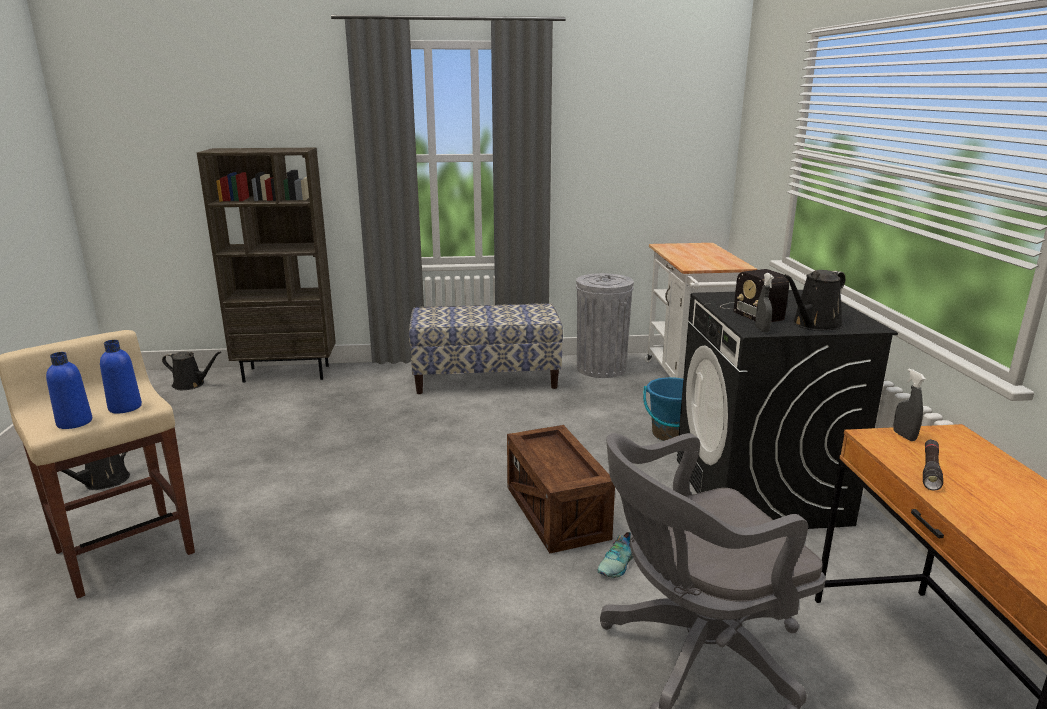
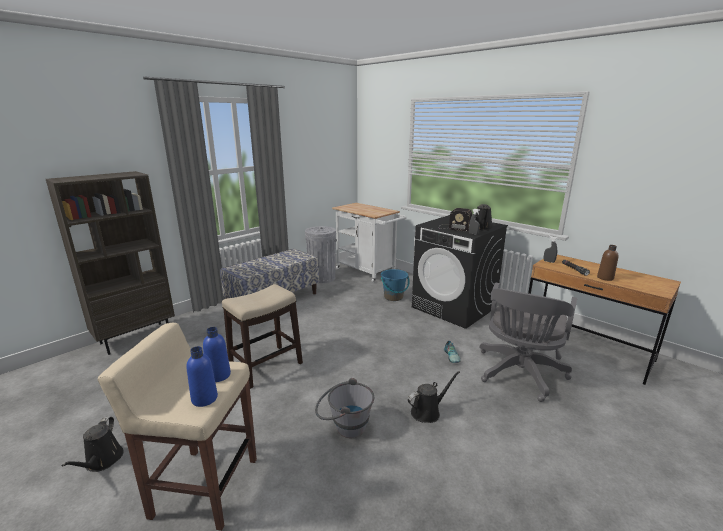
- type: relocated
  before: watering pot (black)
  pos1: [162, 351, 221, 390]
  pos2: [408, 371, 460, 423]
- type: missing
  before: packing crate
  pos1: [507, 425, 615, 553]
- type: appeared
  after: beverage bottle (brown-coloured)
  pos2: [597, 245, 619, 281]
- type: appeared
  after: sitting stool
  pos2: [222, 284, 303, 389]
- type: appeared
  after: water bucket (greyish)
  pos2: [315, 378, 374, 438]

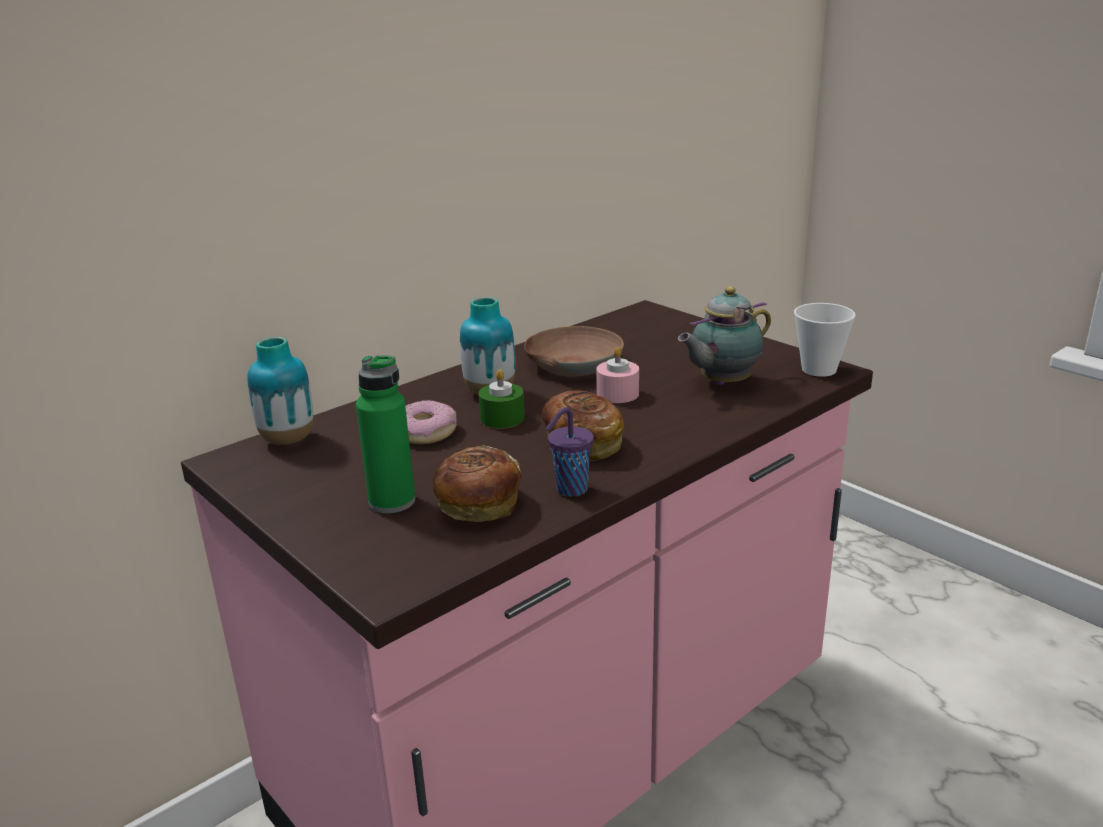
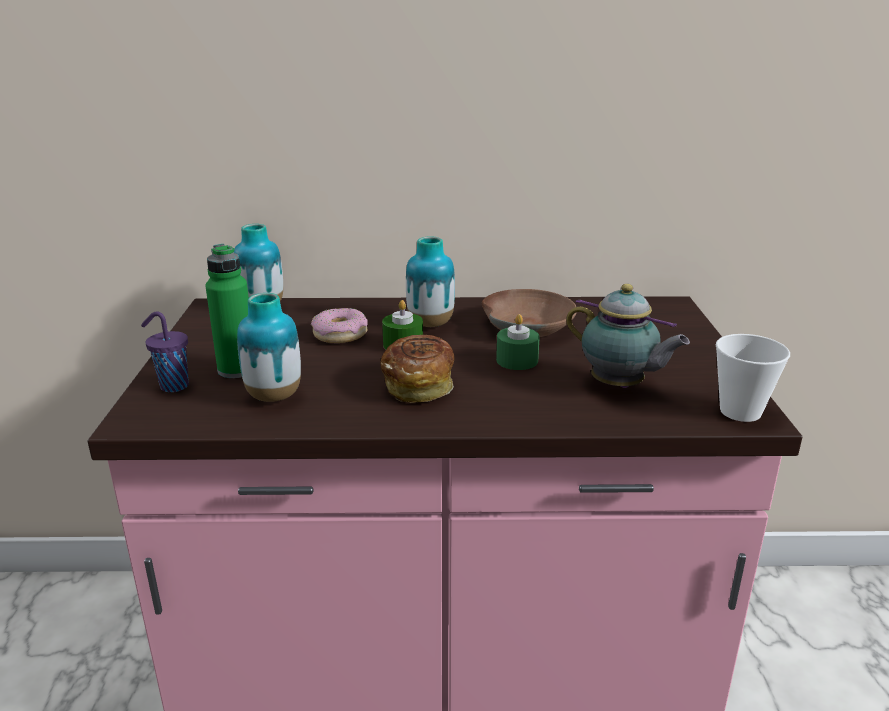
- type: spun
  before: teapot
  pos1: [678, 286, 771, 385]
  pos2: [566, 284, 690, 388]
  turn: -150
- type: colour
  before: wax light (pink-coloured)
  after: wax light (greenish)
  pos1: [596, 347, 639, 403]
  pos2: [496, 314, 540, 370]
- type: relocated
  before: drinking cup (purple)
  pos1: [546, 407, 594, 497]
  pos2: [141, 311, 189, 392]
- type: exchanged
  before: bread
  after: vase
  pos1: [433, 445, 521, 522]
  pos2: [237, 293, 301, 402]

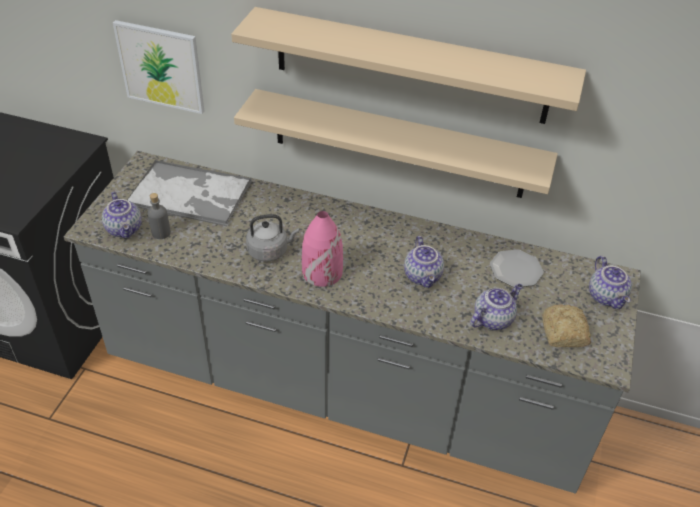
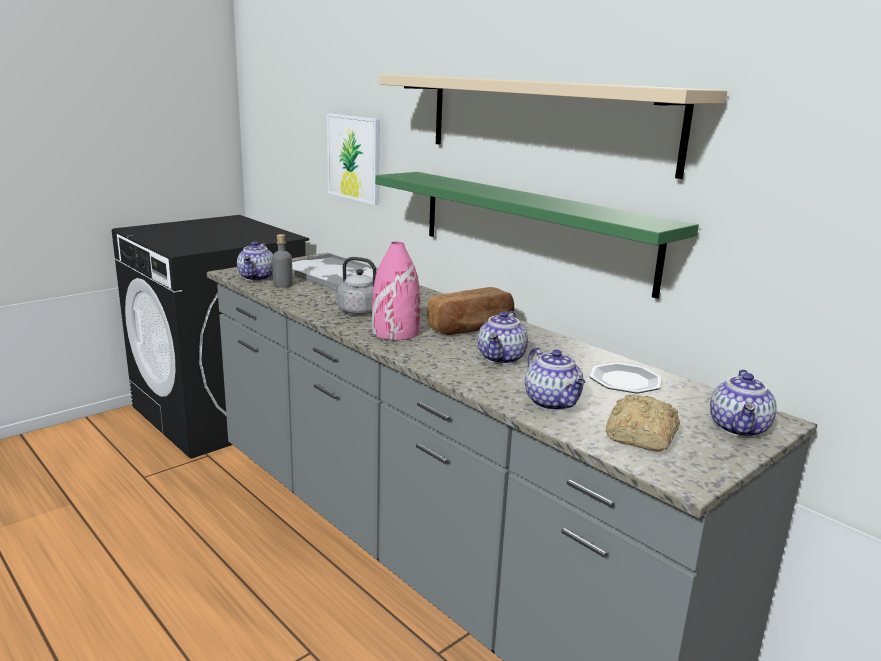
- type: colour
  before: bracket shelf (beige-coloured)
  after: bracket shelf (greenish)
  pos1: [234, 89, 558, 198]
  pos2: [375, 172, 699, 299]
- type: spun
  before: teapot
  pos1: [470, 284, 523, 330]
  pos2: [525, 347, 586, 410]
  turn: 75
- type: appeared
  after: bread
  pos2: [427, 287, 514, 335]

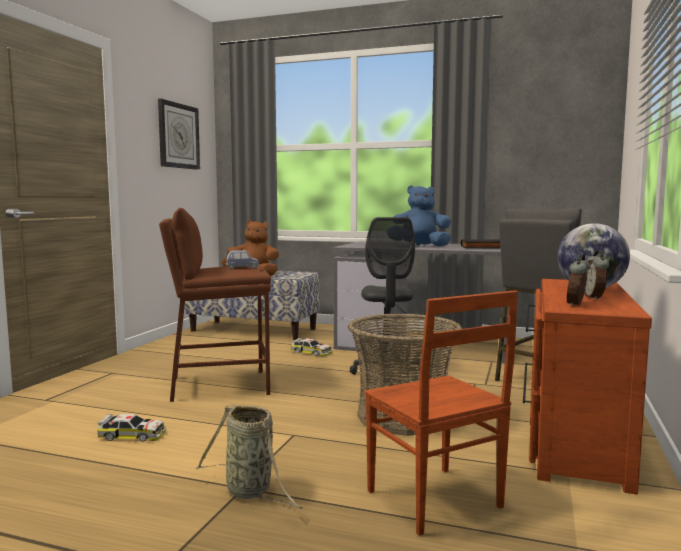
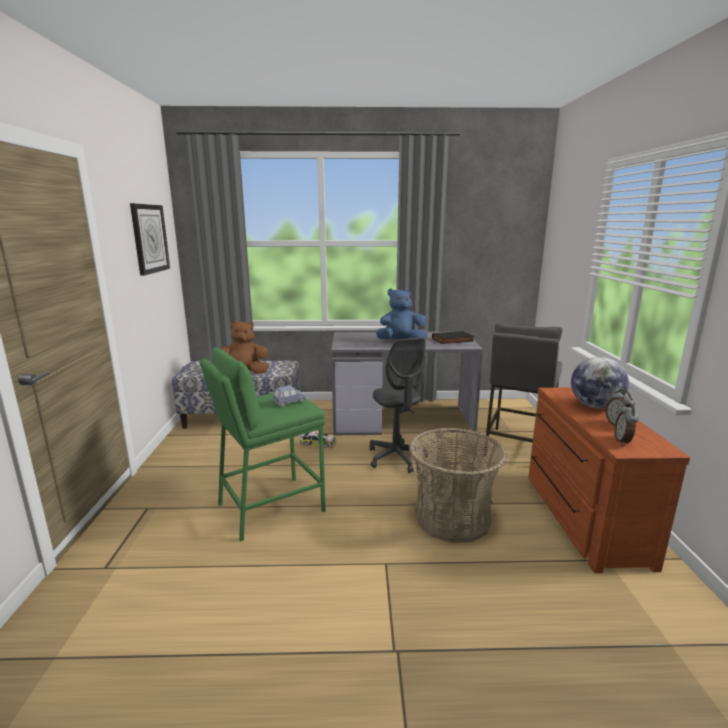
- type: colour
  before: sitting stool (brown-coloured)
  after: sitting stool (greenish)
  pos1: [159, 208, 271, 402]
  pos2: [200, 348, 326, 542]
- type: missing
  before: plain chair (brown-coloured)
  pos1: [364, 291, 518, 536]
- type: missing
  before: household basket
  pos1: [196, 404, 302, 509]
- type: missing
  before: toy car
  pos1: [97, 414, 166, 442]

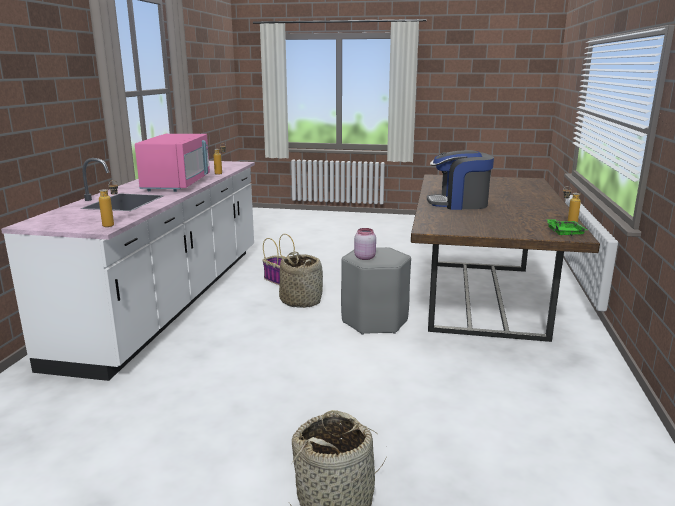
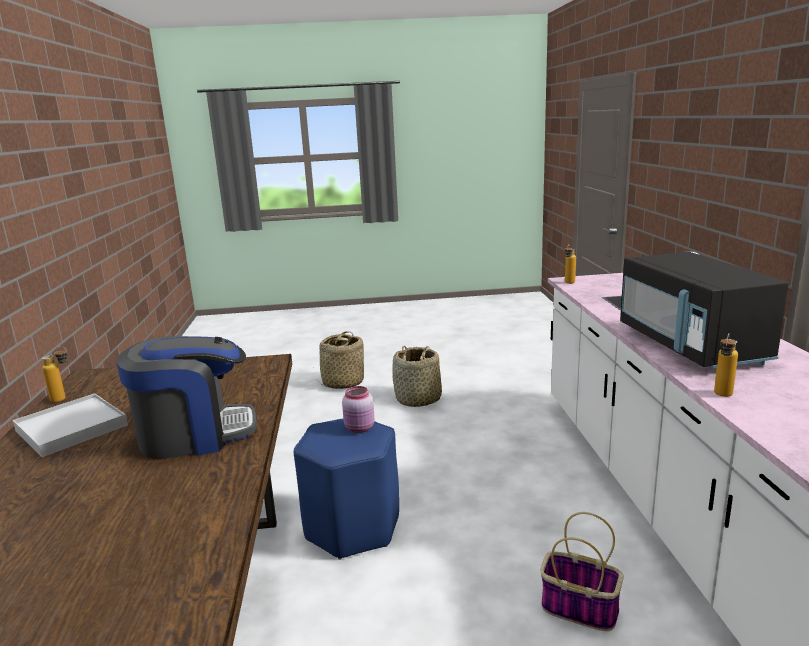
- type: colour
  before: microwave (pink-coloured)
  after: microwave (black)
  pos1: [135, 134, 210, 192]
  pos2: [620, 252, 789, 370]
- type: missing
  before: carrying tray (greenish)
  pos1: [546, 219, 587, 236]
- type: colour
  before: sitting stool (greyish)
  after: sitting stool (blue)
  pos1: [341, 247, 411, 335]
  pos2: [294, 418, 399, 560]
- type: relocated
  before: household basket
  pos1: [279, 251, 323, 308]
  pos2: [392, 346, 442, 407]
- type: appeared
  after: carrying tray (white-coloured)
  pos2: [13, 393, 128, 457]

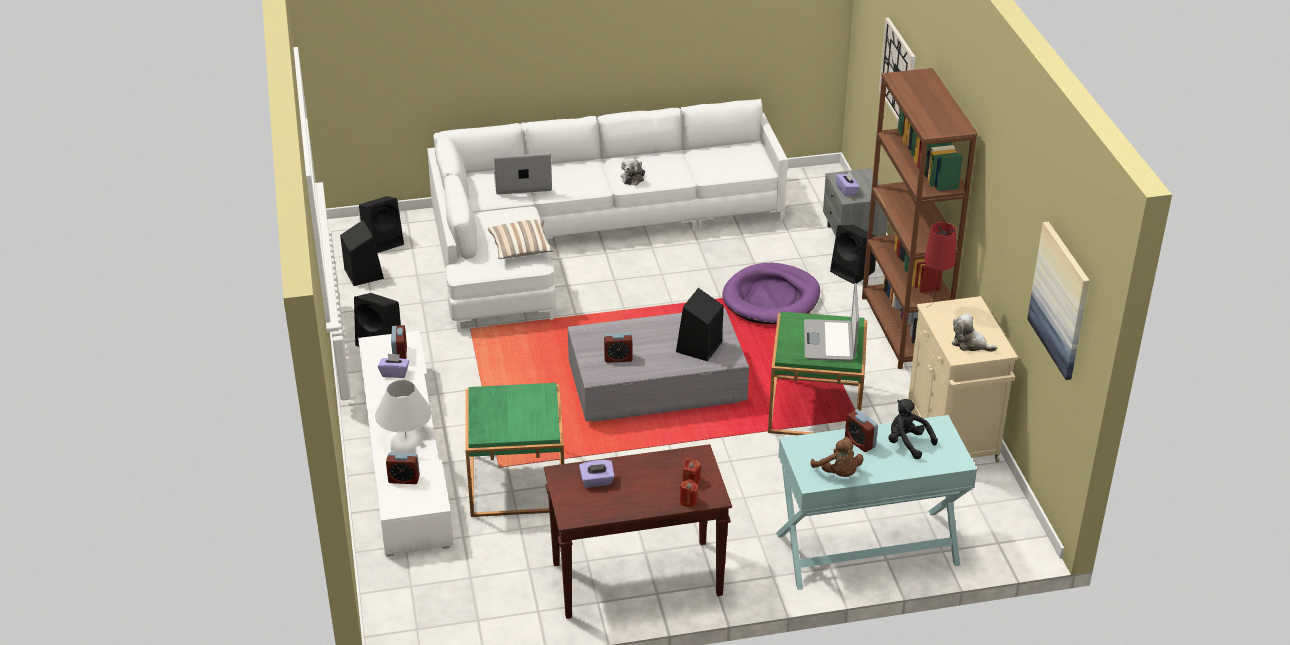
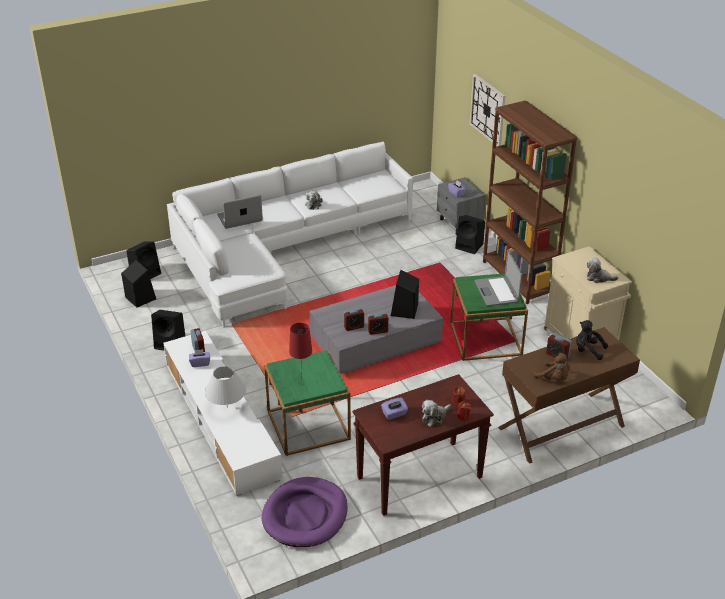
- type: missing
  before: throw pillow
  pos1: [488, 220, 555, 259]
- type: relocated
  before: table lamp (red)
  pos1: [924, 222, 956, 307]
  pos2: [289, 323, 312, 385]
- type: missing
  before: wall picture
  pos1: [1027, 222, 1090, 380]
- type: relocated
  before: dog cushion (purple)
  pos1: [722, 263, 820, 324]
  pos2: [262, 477, 347, 547]
- type: colour
  before: console table (turquoise)
  after: console table (brown-coloured)
  pos1: [776, 415, 977, 590]
  pos2: [498, 327, 640, 464]
- type: relocated
  before: table clock
  pos1: [386, 452, 420, 484]
  pos2: [368, 312, 388, 335]
- type: appeared
  after: cuddly toy
  pos2: [422, 400, 451, 427]

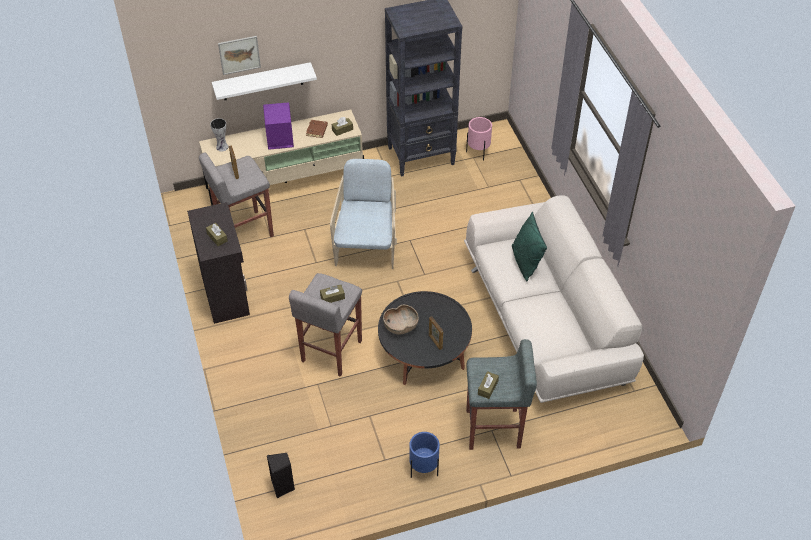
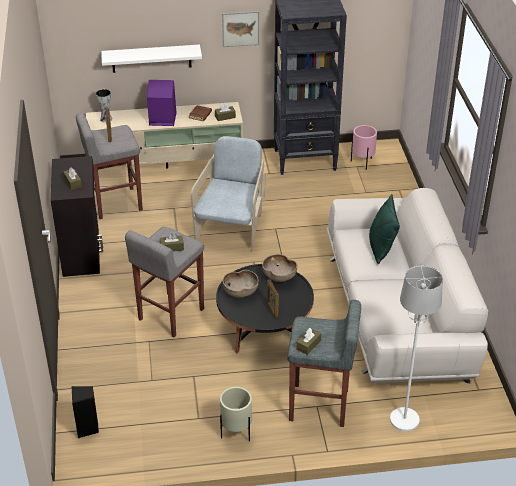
- type: relocated
  before: wall picture
  pos1: [218, 36, 261, 75]
  pos2: [222, 11, 259, 47]
- type: colour
  before: planter (blue)
  after: planter (beige-coloured)
  pos1: [409, 432, 440, 478]
  pos2: [220, 387, 252, 441]
- type: appeared
  after: deep dish (brown-coloured)
  pos2: [262, 254, 297, 282]
- type: appeared
  after: standing lamp (white-coloured)
  pos2: [390, 265, 443, 432]

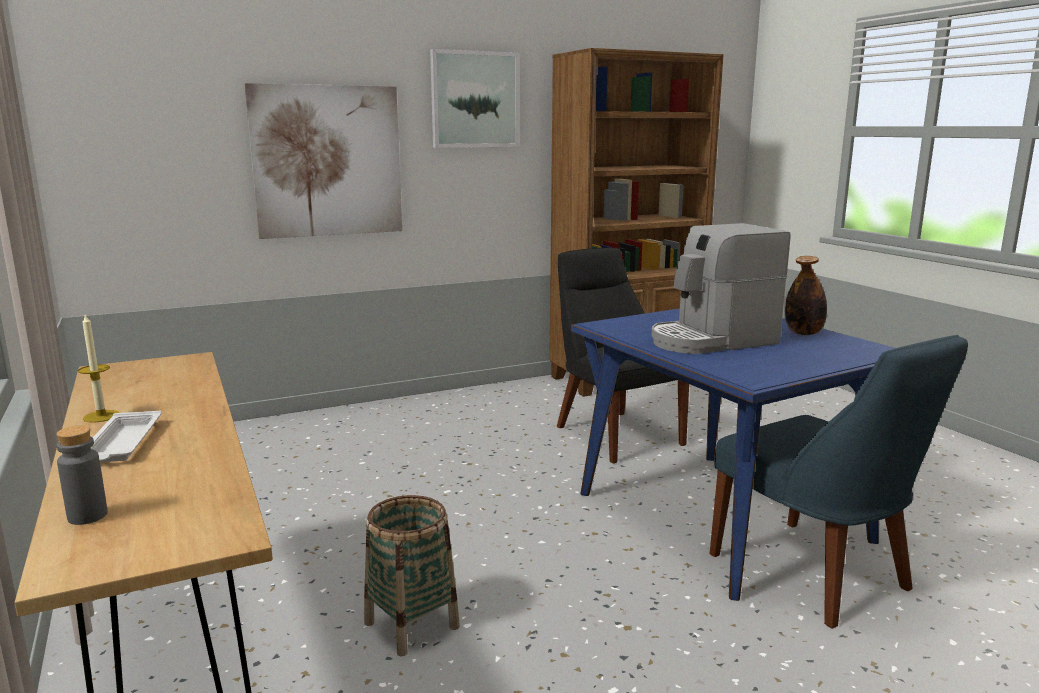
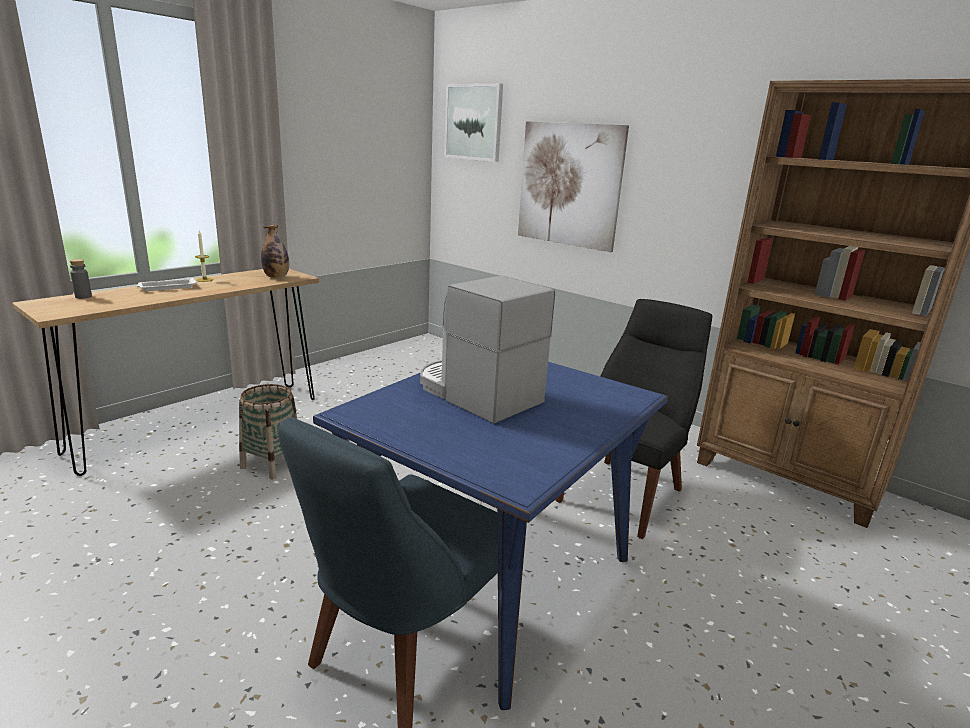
- type: relocated
  before: wall picture
  pos1: [430, 49, 519, 148]
  pos2: [444, 83, 503, 162]
- type: relocated
  before: beverage bottle
  pos1: [785, 256, 827, 335]
  pos2: [261, 225, 289, 278]

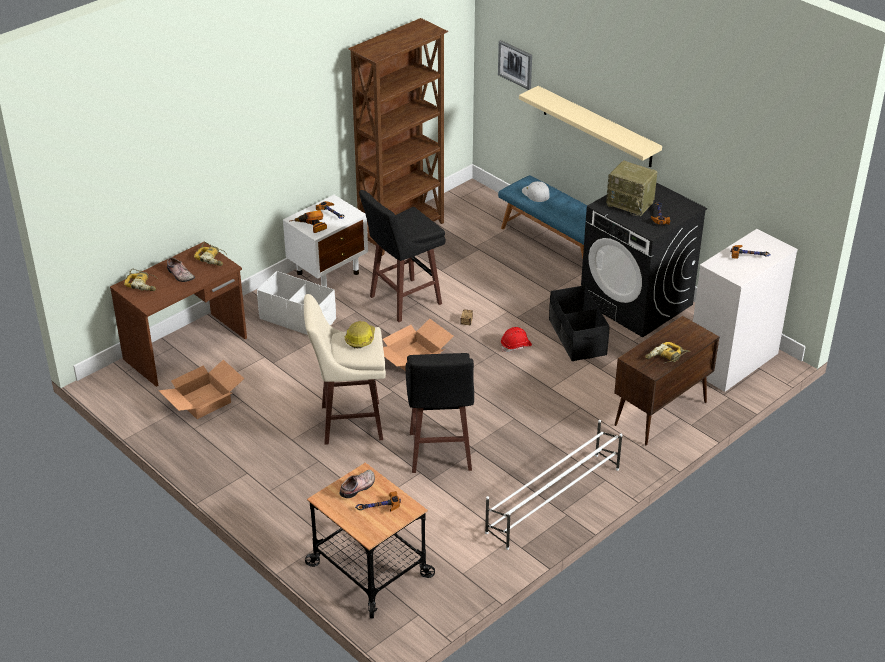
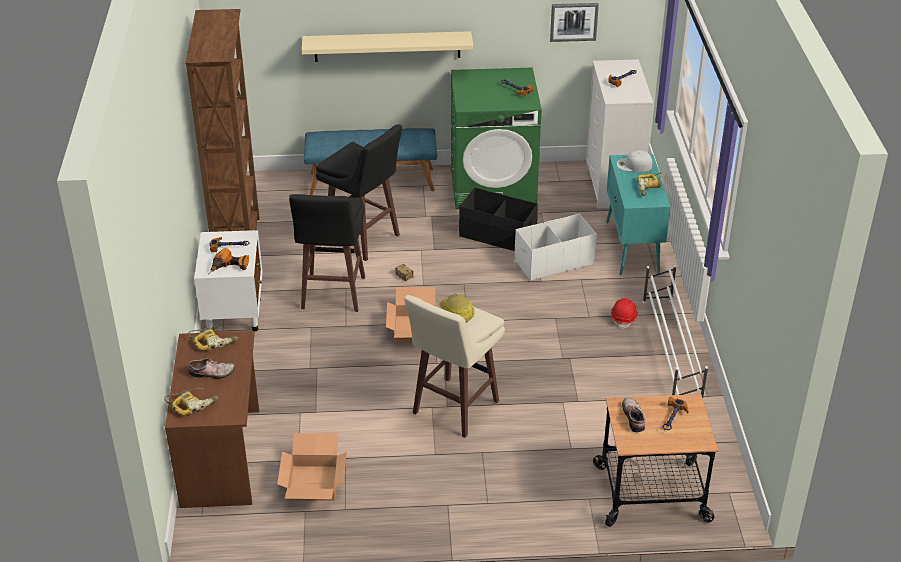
- type: relocated
  before: wall picture
  pos1: [498, 40, 532, 90]
  pos2: [550, 3, 599, 42]
- type: missing
  before: radio receiver
  pos1: [606, 161, 657, 216]
- type: relocated
  before: baseball cap (white-coloured)
  pos1: [522, 181, 550, 202]
  pos2: [617, 150, 652, 172]
- type: colour
  before: washing machine (black)
  after: washing machine (greenish)
  pos1: [581, 183, 707, 337]
  pos2: [451, 67, 542, 209]
- type: relocated
  before: storage box (white-coloured)
  pos1: [257, 271, 336, 335]
  pos2: [515, 214, 597, 281]
- type: colour
  before: storage cabinet (brown-coloured)
  after: storage cabinet (turquoise)
  pos1: [614, 316, 719, 446]
  pos2: [606, 154, 670, 275]
- type: relocated
  before: work helmet (red)
  pos1: [501, 327, 532, 352]
  pos2: [611, 298, 637, 329]
- type: relocated
  before: sitting stool (black)
  pos1: [405, 353, 474, 473]
  pos2: [316, 124, 402, 261]

